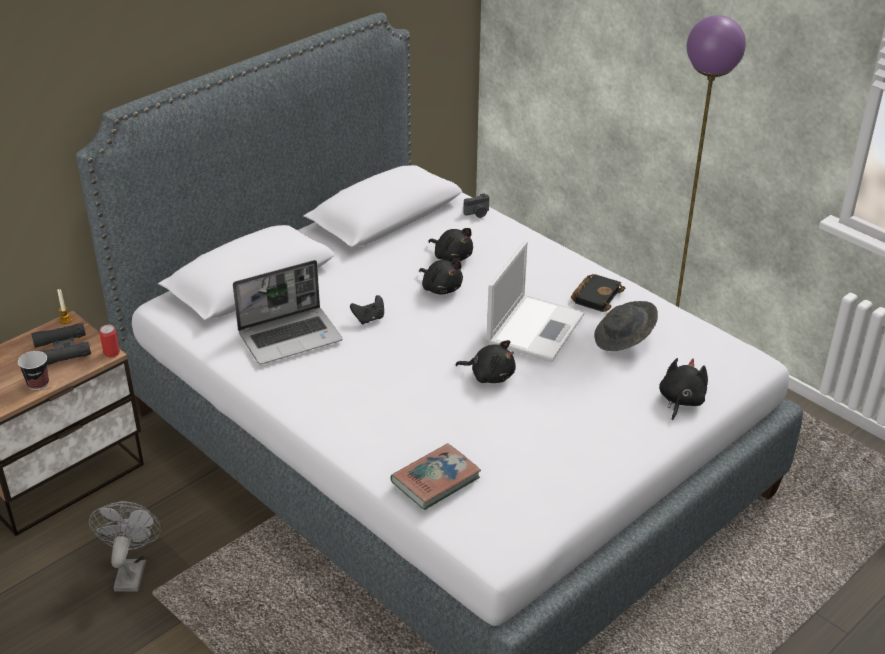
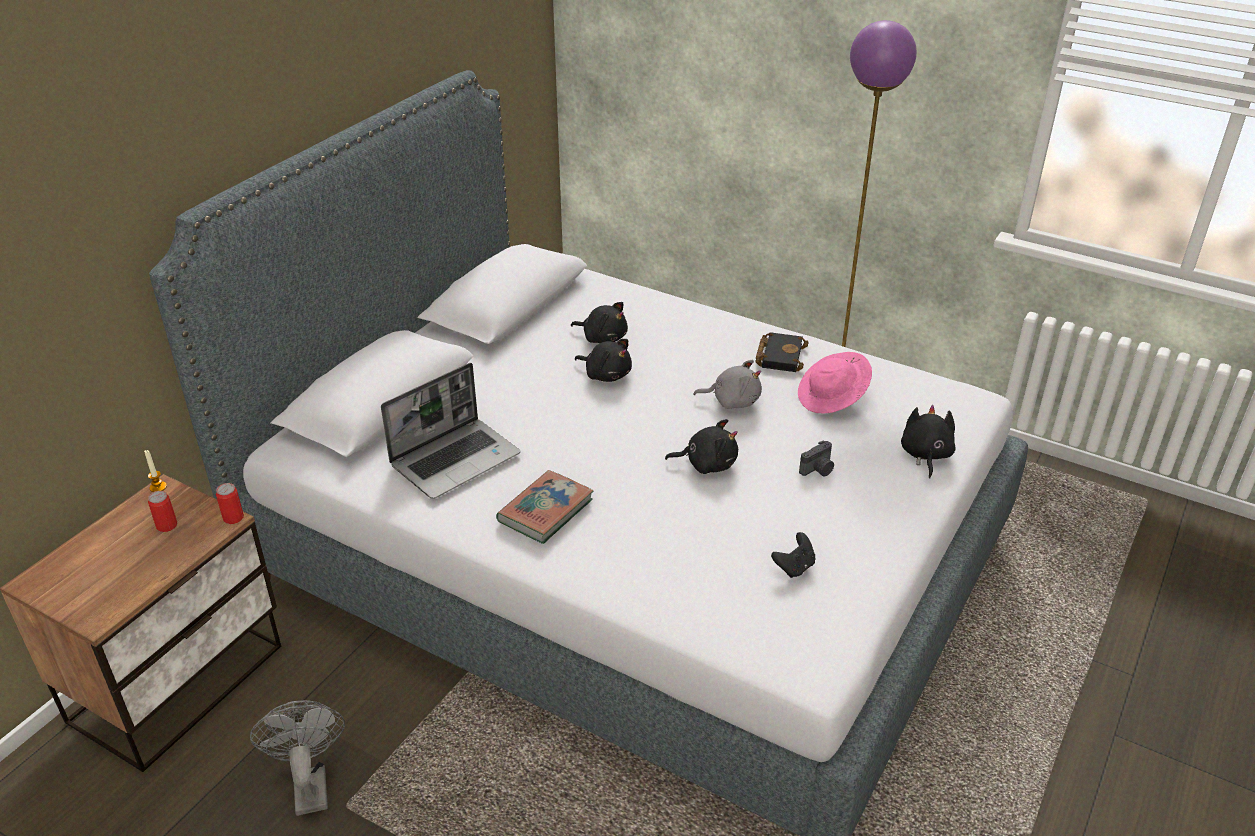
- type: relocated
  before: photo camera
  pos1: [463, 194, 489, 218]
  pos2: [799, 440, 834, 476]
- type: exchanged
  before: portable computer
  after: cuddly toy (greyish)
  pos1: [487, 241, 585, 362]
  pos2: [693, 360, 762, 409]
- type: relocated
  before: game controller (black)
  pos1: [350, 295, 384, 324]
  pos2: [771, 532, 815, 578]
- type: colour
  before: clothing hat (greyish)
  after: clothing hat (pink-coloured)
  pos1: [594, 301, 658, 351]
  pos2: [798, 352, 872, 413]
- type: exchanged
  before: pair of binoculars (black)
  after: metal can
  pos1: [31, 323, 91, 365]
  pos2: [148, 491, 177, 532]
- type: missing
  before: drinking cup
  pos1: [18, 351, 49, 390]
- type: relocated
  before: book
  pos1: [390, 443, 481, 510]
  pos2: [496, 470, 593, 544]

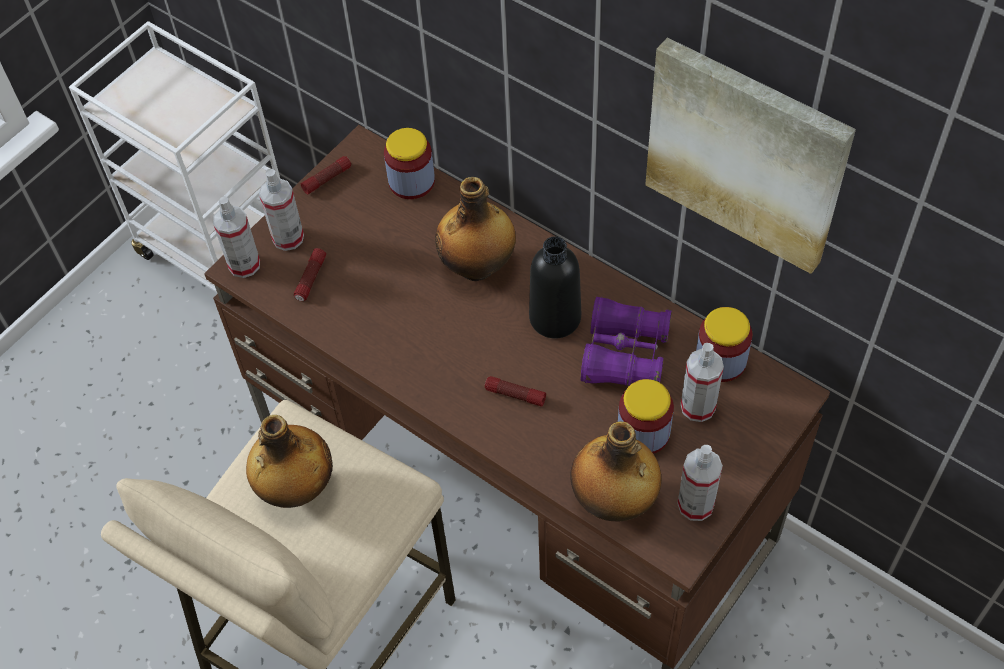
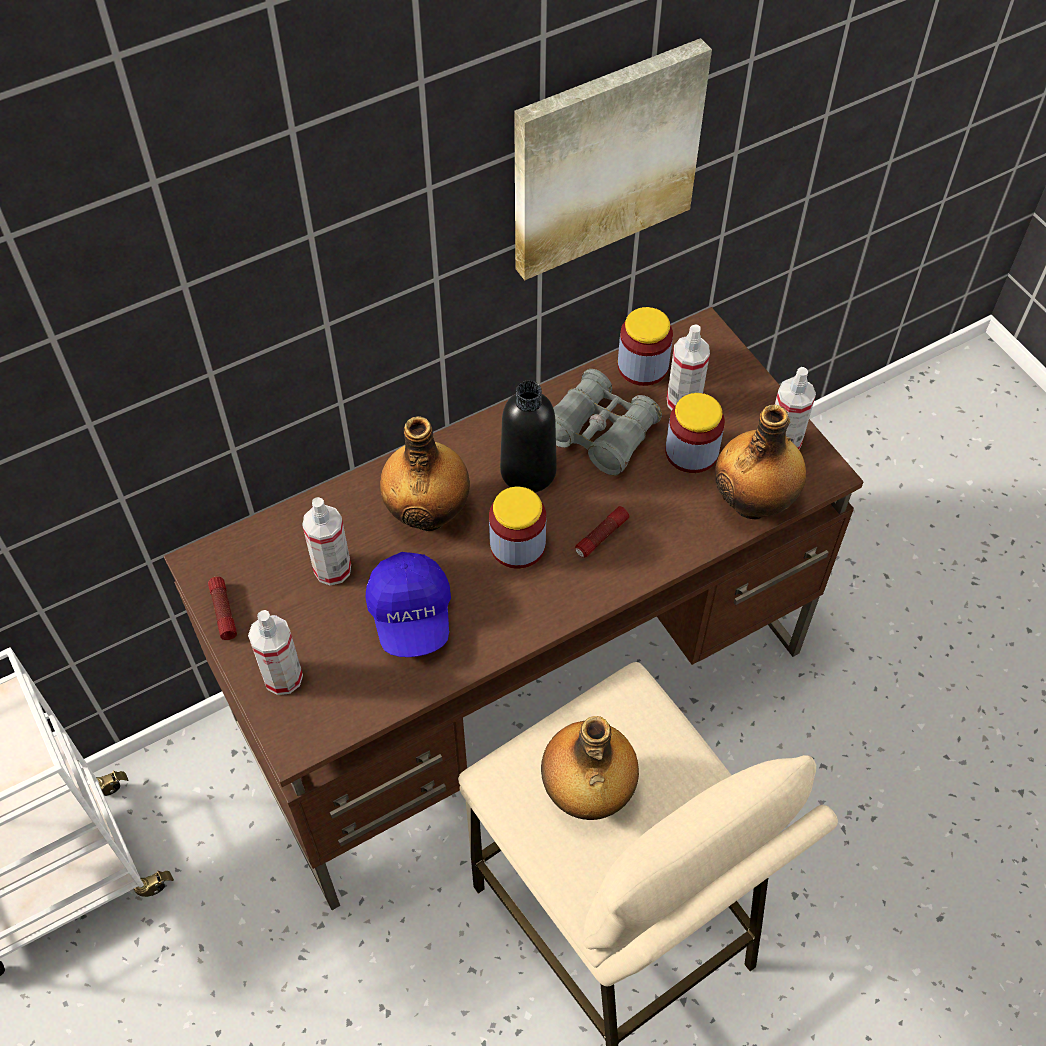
- type: relocated
  before: storage jar
  pos1: [384, 128, 435, 199]
  pos2: [489, 487, 546, 568]
- type: relocated
  before: hand sprayer
  pos1: [213, 196, 260, 278]
  pos2: [302, 497, 351, 586]
- type: missing
  before: flashlight
  pos1: [294, 248, 326, 301]
- type: colour
  before: pair of binoculars (purple)
  after: pair of binoculars (greyish)
  pos1: [580, 297, 672, 386]
  pos2: [553, 369, 662, 475]
- type: appeared
  after: baseball cap (blue)
  pos2: [365, 552, 451, 657]

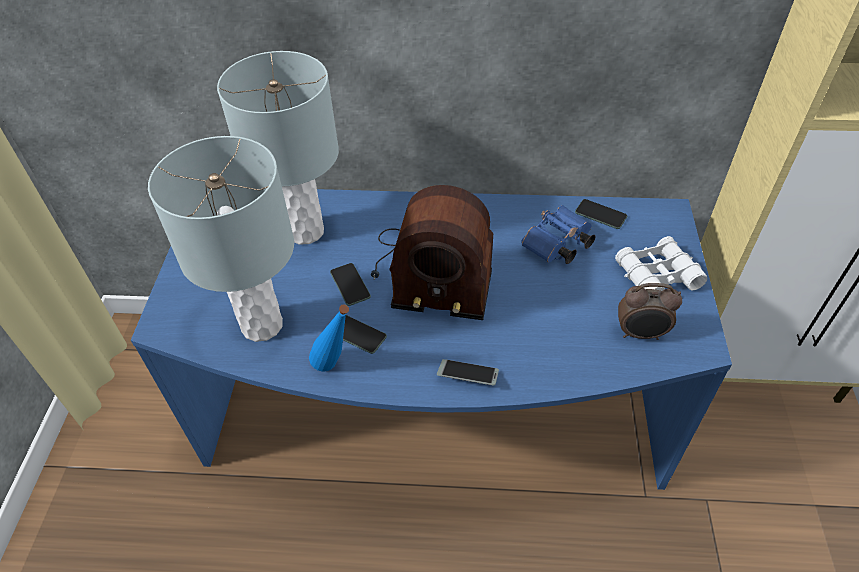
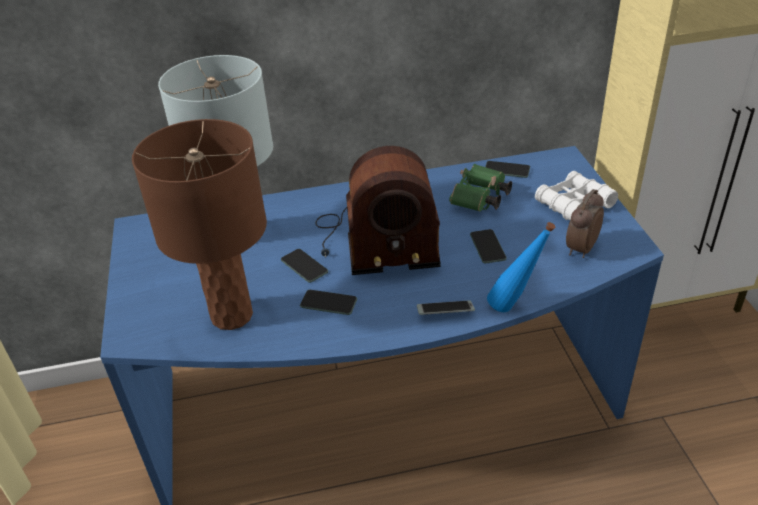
- type: colour
  before: table lamp (greyish)
  after: table lamp (brown-coloured)
  pos1: [148, 136, 294, 342]
  pos2: [132, 119, 267, 330]
- type: colour
  before: pair of binoculars (blue)
  after: pair of binoculars (greenish)
  pos1: [521, 205, 596, 264]
  pos2: [449, 164, 512, 212]
- type: spun
  before: table clock
  pos1: [618, 283, 682, 340]
  pos2: [566, 189, 604, 258]
  turn: 135
- type: relocated
  before: beverage bottle (blue)
  pos1: [309, 304, 349, 371]
  pos2: [487, 222, 555, 312]
- type: appeared
  after: telephone
  pos2: [470, 229, 507, 263]

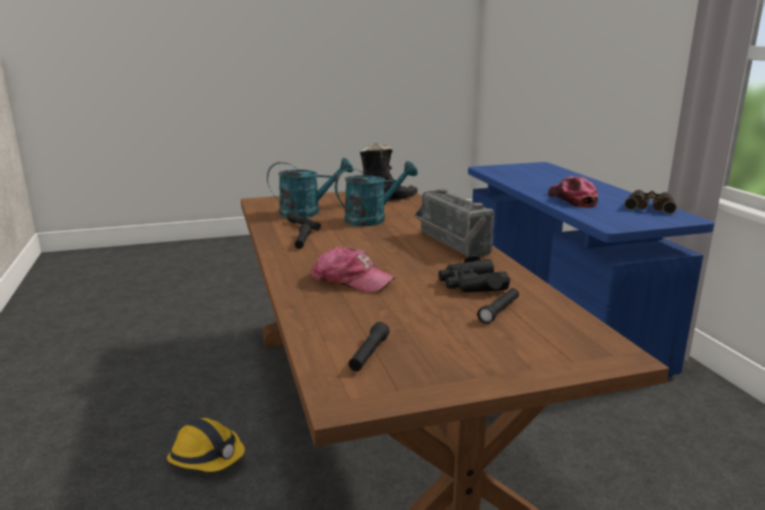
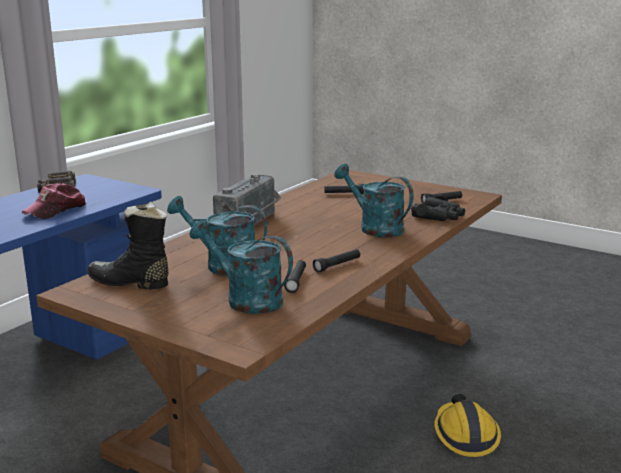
- type: exchanged
  before: baseball cap
  after: watering pot (turquoise)
  pos1: [311, 246, 395, 293]
  pos2: [334, 164, 414, 237]
- type: relocated
  before: pair of binoculars (black)
  pos1: [438, 255, 511, 292]
  pos2: [411, 195, 465, 221]

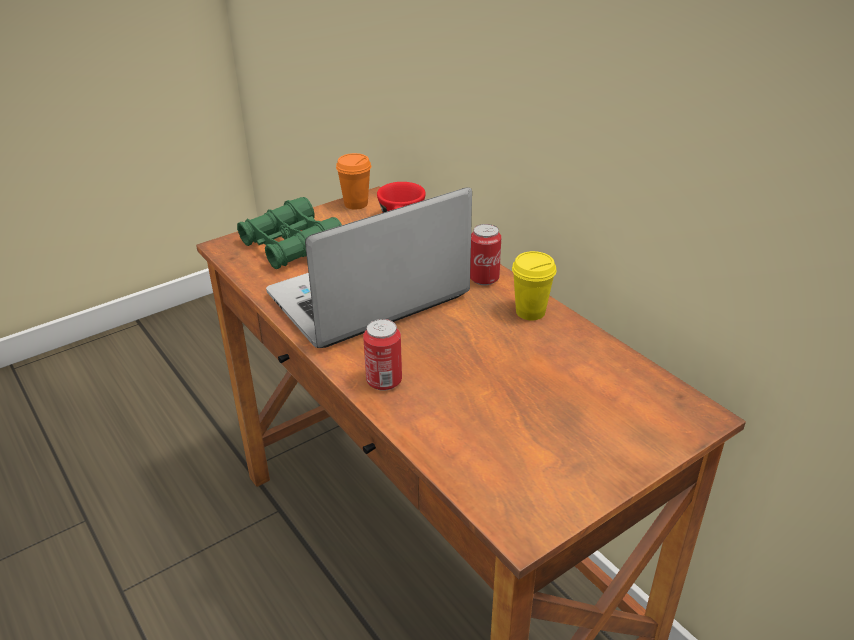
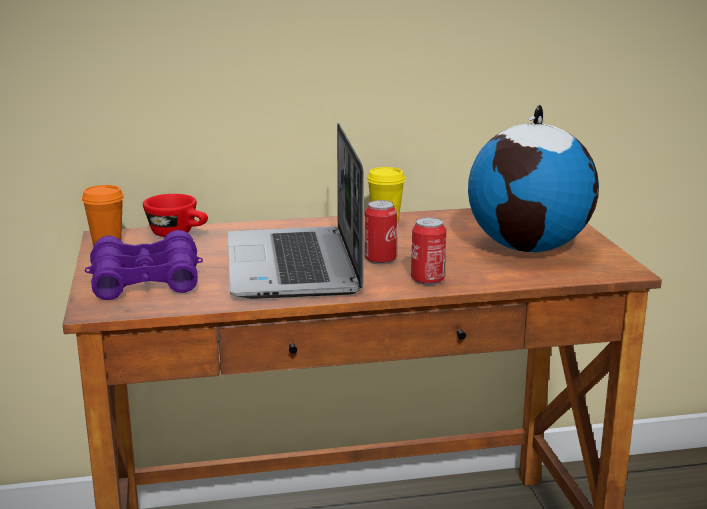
- type: colour
  before: pair of binoculars (greenish)
  after: pair of binoculars (purple)
  pos1: [237, 197, 342, 269]
  pos2: [85, 230, 203, 300]
- type: relocated
  before: metal can
  pos1: [470, 224, 501, 285]
  pos2: [365, 200, 397, 264]
- type: appeared
  after: desk globe
  pos2: [468, 105, 599, 252]

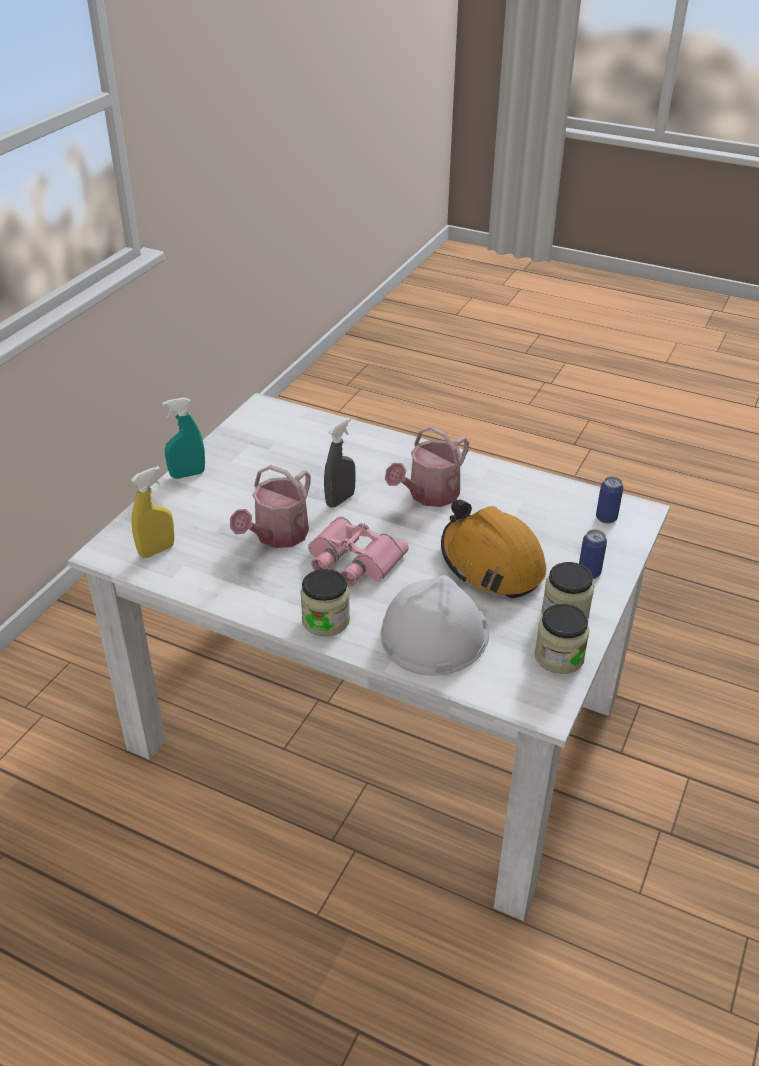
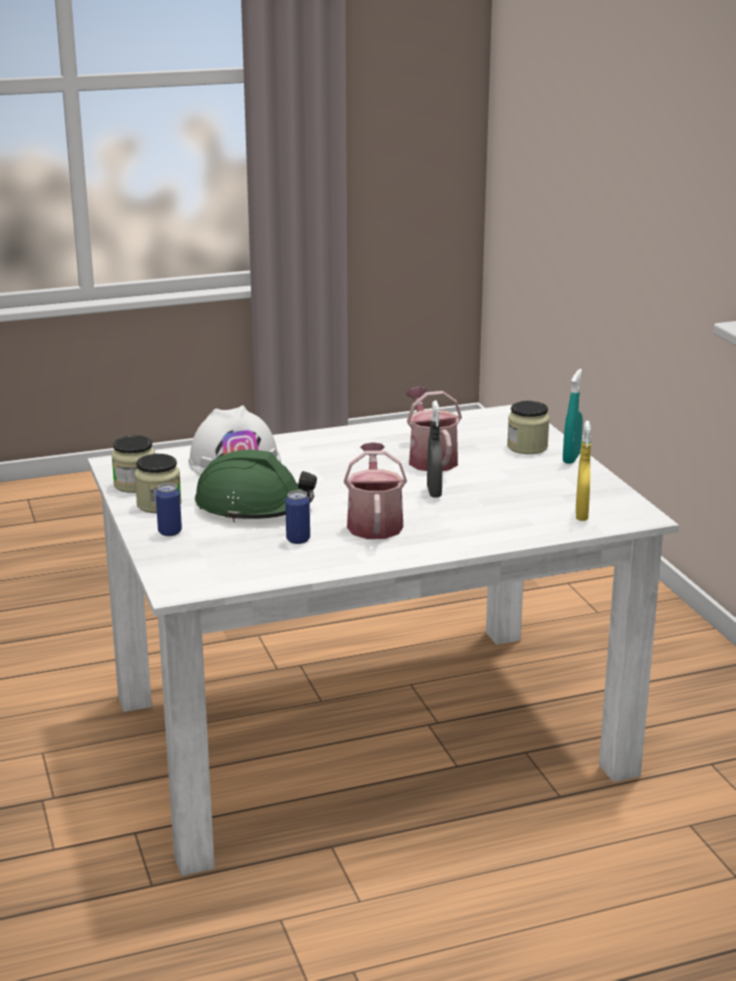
- type: relocated
  before: hand sprayer (yellow)
  pos1: [131, 466, 175, 558]
  pos2: [576, 421, 591, 521]
- type: relocated
  before: metal can
  pos1: [596, 476, 623, 524]
  pos2: [285, 490, 310, 544]
- type: colour
  before: work helmet (orange)
  after: work helmet (greenish)
  pos1: [441, 499, 547, 598]
  pos2: [195, 450, 317, 522]
- type: missing
  before: pair of binoculars (pink-coloured)
  pos1: [308, 516, 409, 586]
- type: relocated
  before: storage jar
  pos1: [300, 569, 350, 636]
  pos2: [507, 401, 550, 454]

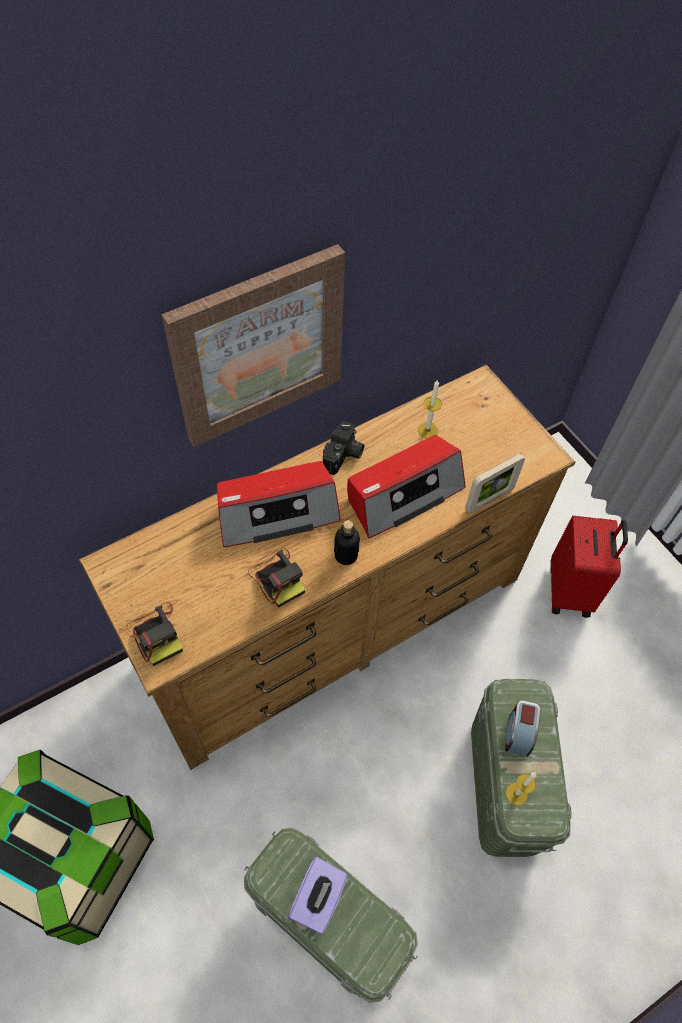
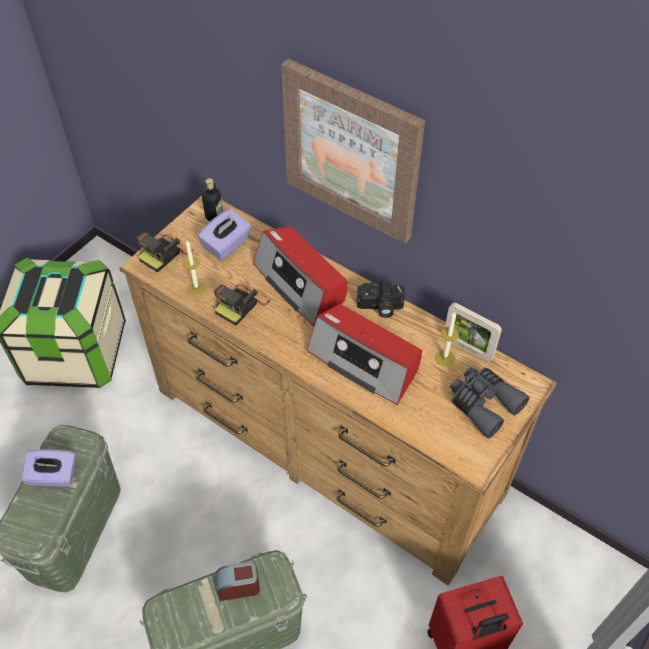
- type: relocated
  before: standing frame
  pos1: [465, 454, 525, 514]
  pos2: [445, 302, 502, 362]
- type: relocated
  before: beverage bottle
  pos1: [334, 520, 360, 565]
  pos2: [202, 178, 223, 221]
- type: relocated
  before: wax light
  pos1: [506, 772, 536, 806]
  pos2: [183, 241, 206, 296]
- type: appeared
  after: box of tissues (purple)
  pos2: [198, 209, 251, 260]
- type: appeared
  after: pair of binoculars (greyish)
  pos2: [450, 367, 530, 439]

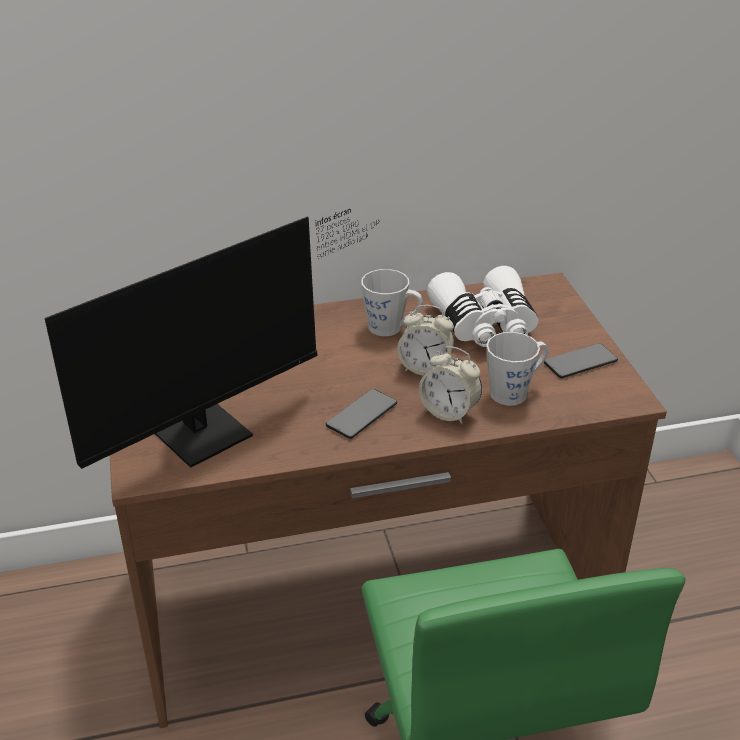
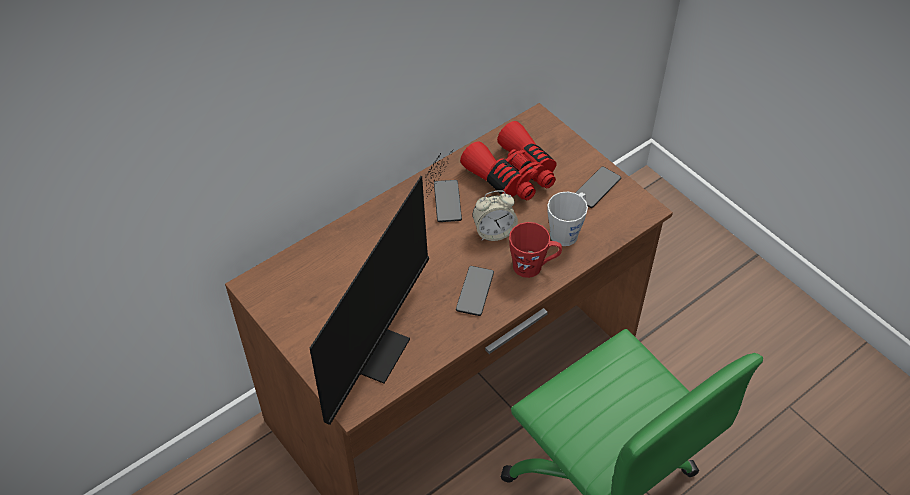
- type: colour
  before: pair of binoculars (white-coloured)
  after: pair of binoculars (red)
  pos1: [427, 266, 538, 347]
  pos2: [460, 121, 556, 201]
- type: exchanged
  before: tea mug (greyish)
  after: telephone
  pos1: [361, 269, 423, 336]
  pos2: [434, 180, 462, 222]
- type: exchanged
  before: table clock
  after: tea mug (red)
  pos1: [419, 346, 482, 424]
  pos2: [509, 222, 562, 278]

